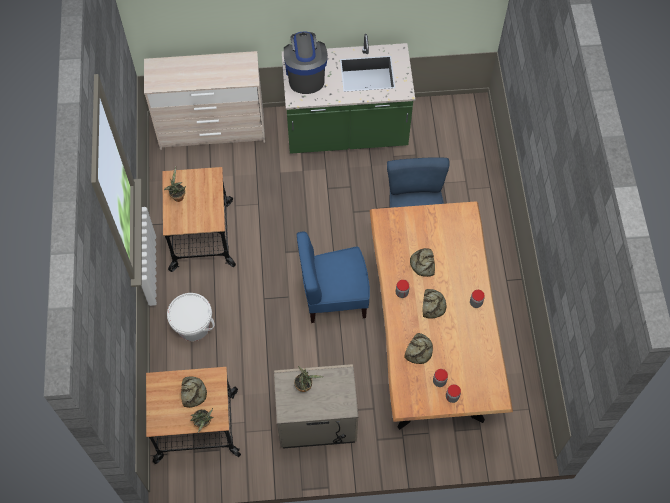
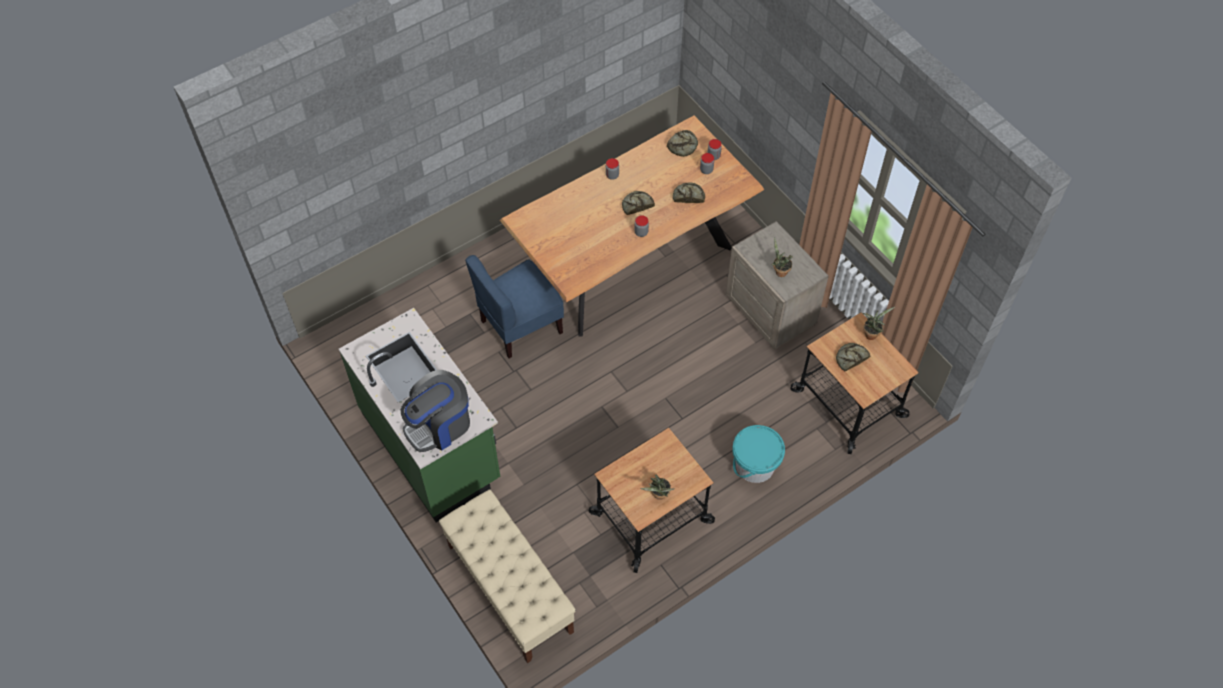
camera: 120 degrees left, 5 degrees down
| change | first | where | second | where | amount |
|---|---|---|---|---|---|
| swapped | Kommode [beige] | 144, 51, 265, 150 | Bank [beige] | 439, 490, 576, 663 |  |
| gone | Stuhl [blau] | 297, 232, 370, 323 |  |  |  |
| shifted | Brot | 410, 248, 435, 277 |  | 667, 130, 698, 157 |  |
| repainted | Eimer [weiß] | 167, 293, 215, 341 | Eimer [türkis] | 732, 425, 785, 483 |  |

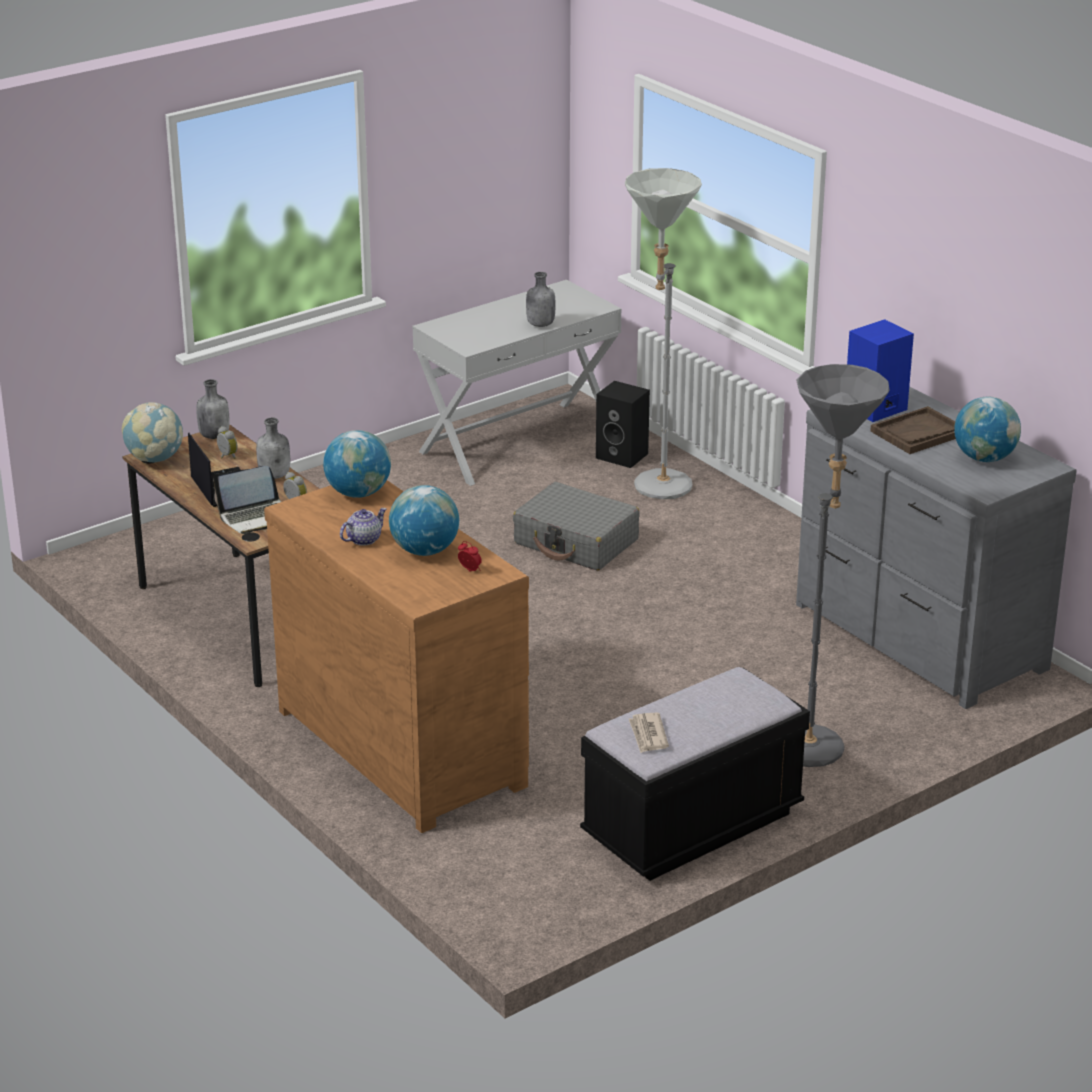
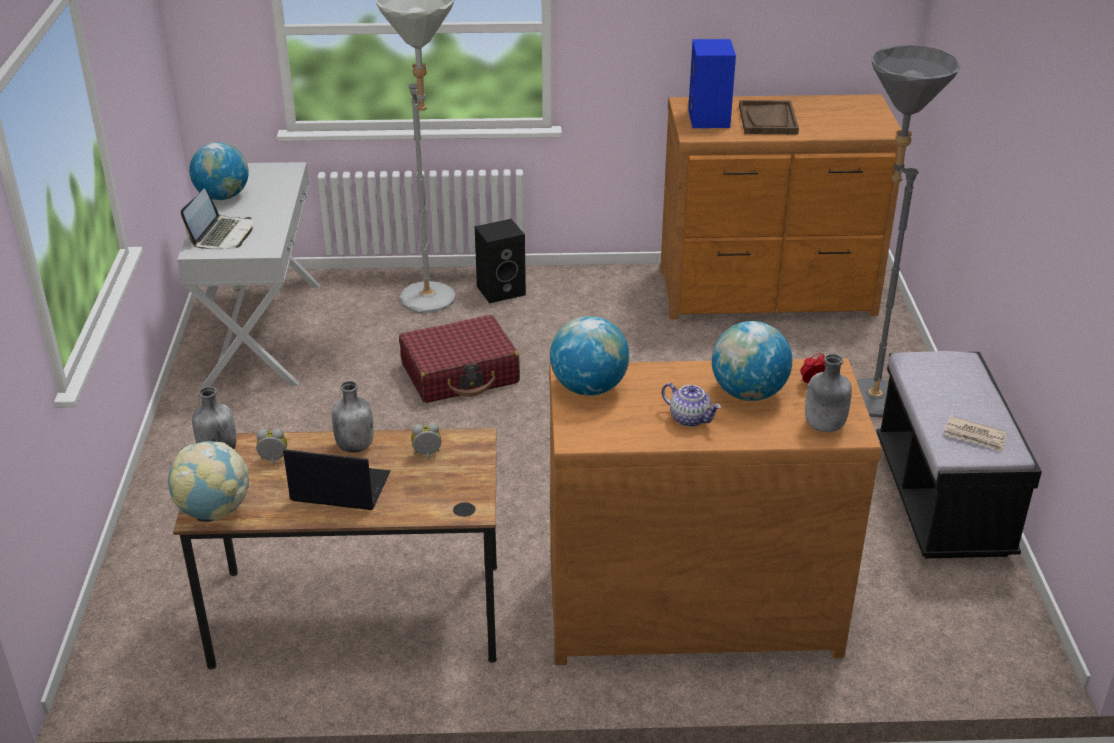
camera: 55 degrees left, 5 degrees up
| change | first | where | second | where | amount |
|---|---|---|---|---|---|
| shifted | Flasche [grau] | 526, 272, 555, 327 |  | 805, 354, 852, 432 |  |
| shifted | Lautsprecher [schwarz] | 596, 381, 650, 468 |  | 475, 219, 526, 303 |  |
| repainted | Kommode [grau] | 796, 387, 1077, 709 | Kommode [braun] | 660, 94, 902, 320 |  |
| shifted | Globus | 954, 397, 1021, 462 |  | 189, 142, 249, 200 |  |
| shifted | Laptop | 213, 466, 282, 534 |  | 181, 189, 252, 249 |  |
| repainted | Koffer [grau] | 513, 482, 640, 571 | Koffer [rot] | 399, 315, 520, 403 |  |
| rotated | Teekanne | 340, 508, 386, 546 |  | 662, 383, 721, 427 | 135 degrees clockwise |

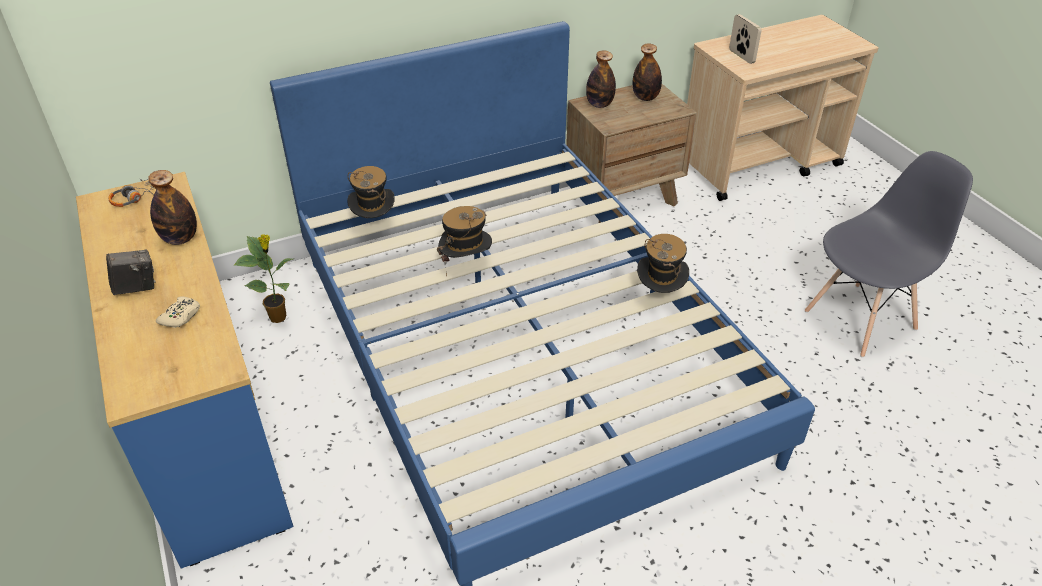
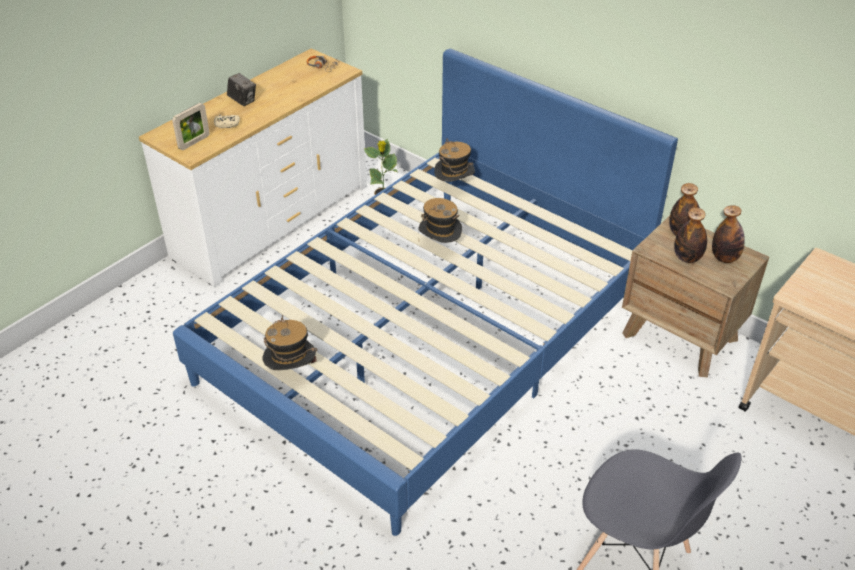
camera: 65 degrees right, 0 degrees up
| change | first | where | second | where | amount |
|---|---|---|---|---|---|
| shifted | Bilderrahmen | 729, 14, 761, 64 |  | 172, 103, 210, 150 |  |
| shifted | Flasche | 148, 170, 197, 245 |  | 674, 208, 707, 263 |  |
| repainted | Kommode [blau] | 76, 172, 294, 569 | Kommode [weiß] | 139, 48, 367, 287 |  |
| shifted | Hut | 637, 234, 689, 293 |  | 263, 315, 317, 370 |  |

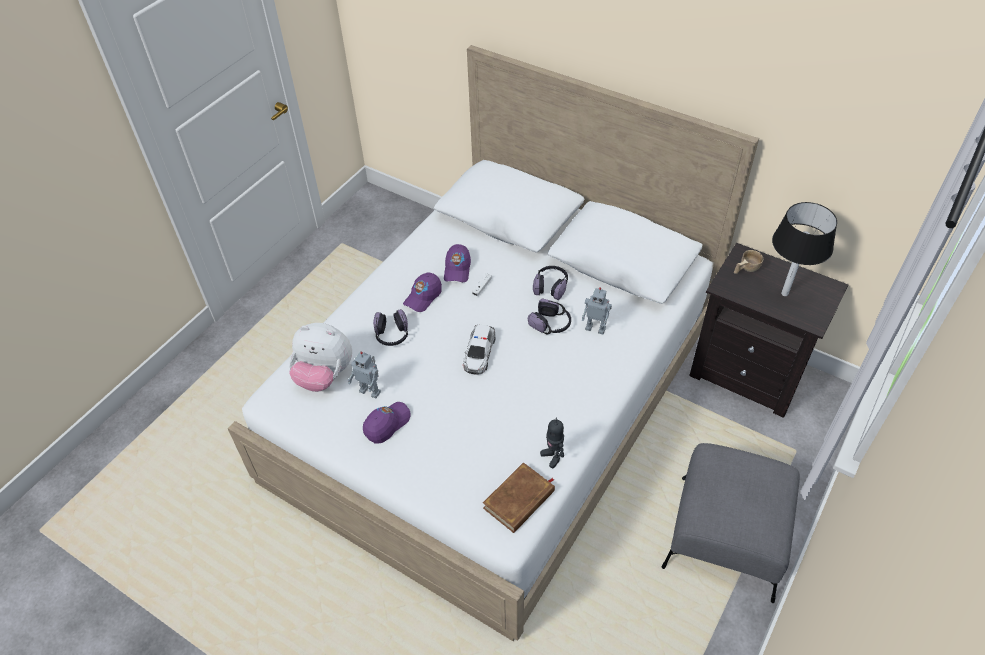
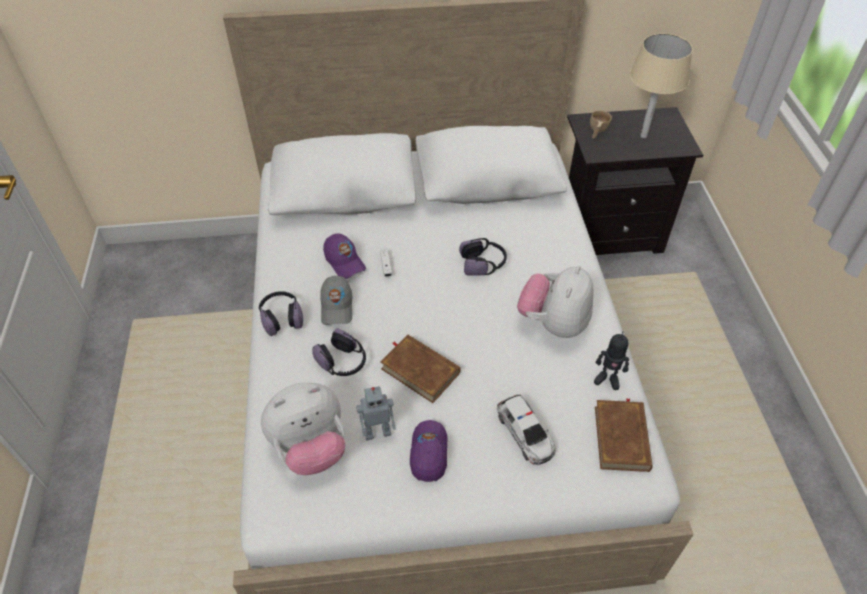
camera: 40 degrees left, 0 degrees up
| change | first | where | second | where | amount |
|---|---|---|---|---|---|
| repainted | Tischlampe [schwarz] | 772, 202, 837, 296 | Tischlampe [beige] | 630, 34, 693, 138 |  |
| shifted | Kopfhörer | 533, 266, 568, 300 |  | 259, 291, 303, 336 |  |
| repainted | Kappe [lila] | 403, 272, 442, 312 | Kappe [grau] | 320, 276, 352, 325 |  |
| gone | Spielzeugroboter | 582, 287, 612, 334 |  |  |  |
| shifted | Spielzeugauto | 463, 325, 496, 375 |  | 497, 395, 556, 465 |  |
| gone | Polsterhocker [grau] | 662, 443, 800, 603 |  |  |  |
| new |  |  | Plüschtier | 517, 266, 594, 338 |  |
| new |  |  | Buch [braun] | 380, 335, 461, 403 |  |

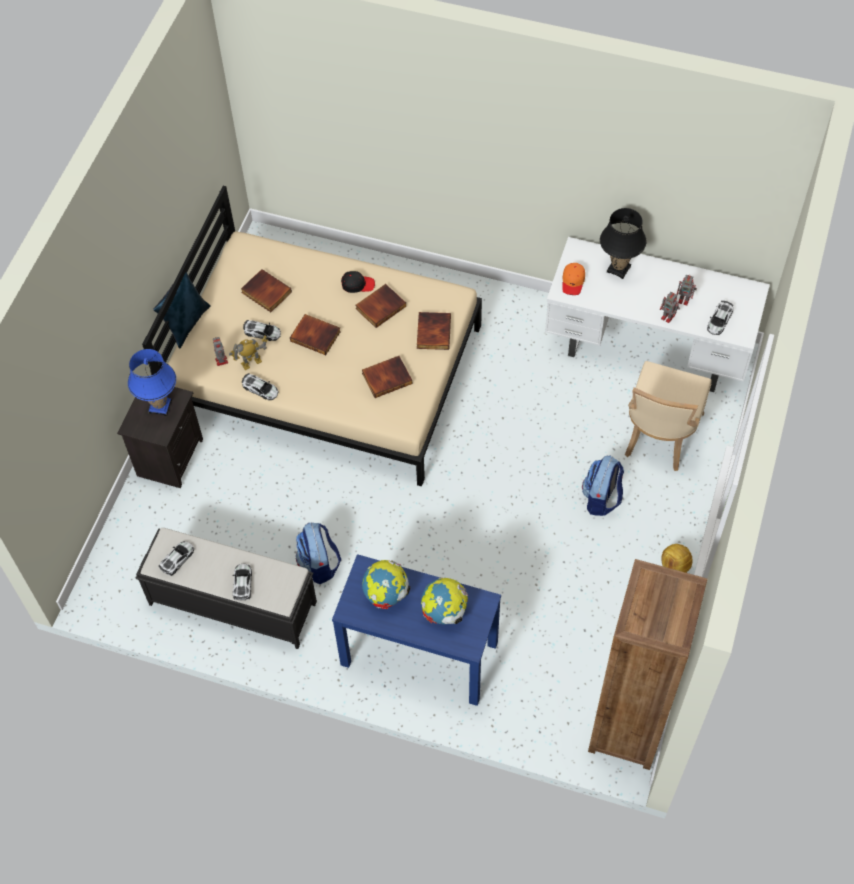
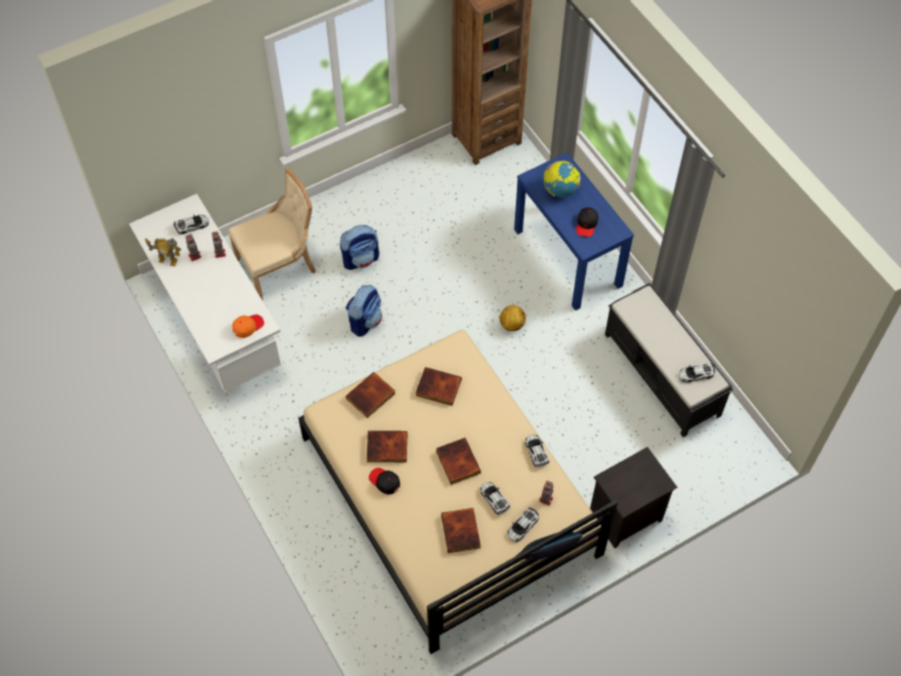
camera: 140 degrees left, 0 degrees up
| change | first | where | second | where | amount |
|---|---|---|---|---|---|
| gone | Tischlampe [schwarz] | 600, 208, 646, 279 |  |  |  |
| shifted | Spielzeugroboter | 229, 336, 268, 370 |  | 145, 238, 181, 266 |  |
| gone | Tischlampe [blau] | 128, 349, 176, 416 |  |  |  |
| shifted | Rucksack | 296, 522, 341, 584 |  | 346, 285, 382, 337 |  |
| shifted | Fußball | 661, 544, 693, 573 |  | 499, 305, 526, 331 |  |
| swapped | Globus | 362, 560, 410, 609 | Kappe [schwarz] | 576, 207, 598, 237 |  |
| shifted | Spielzeugauto | 233, 563, 252, 601 |  | 507, 508, 539, 542 |  |

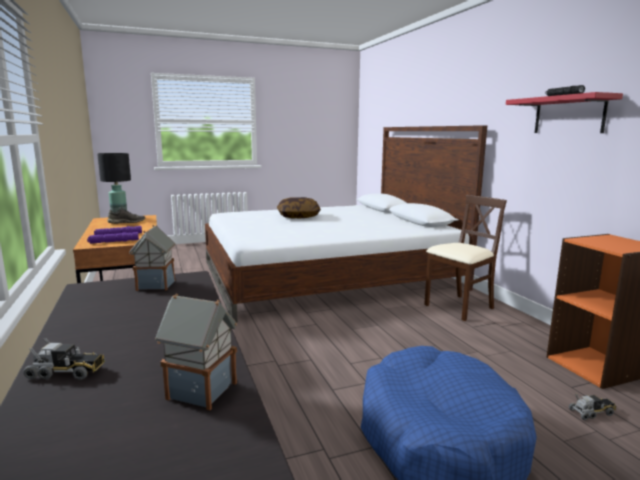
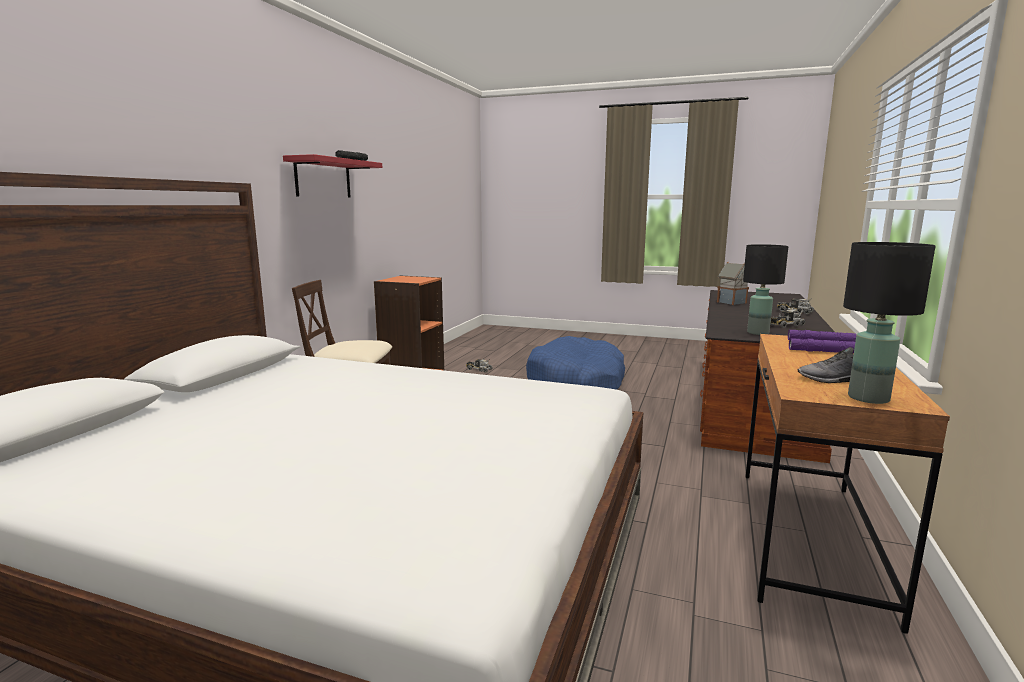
camera: 140 degrees left, 0 degrees up
| change | first | where | second | where | amount |
|---|---|---|---|---|---|
| gone | Kissen | 277, 197, 321, 219 |  |  |  |
| swapped | Spielzeughaus | 129, 225, 176, 291 | Tischlampe [schwarz] | 743, 244, 789, 335 |  |
| new |  |  | Spielzeuglaster | 770, 308, 805, 328 |  |

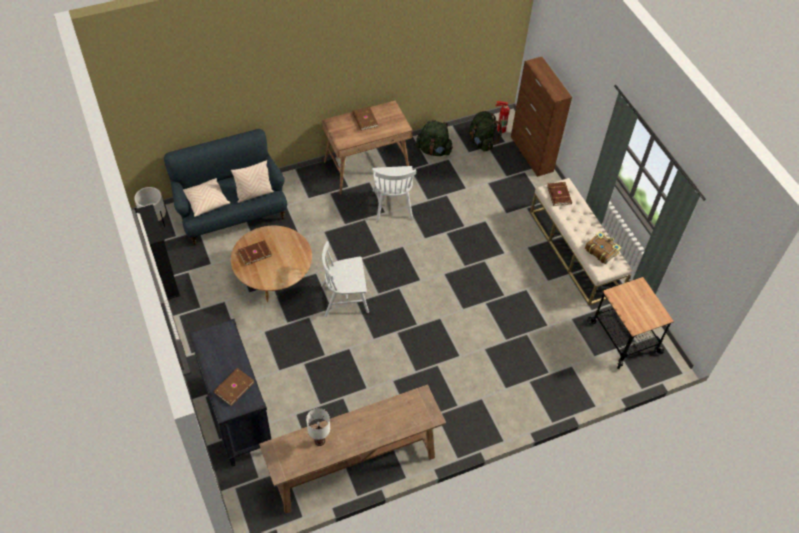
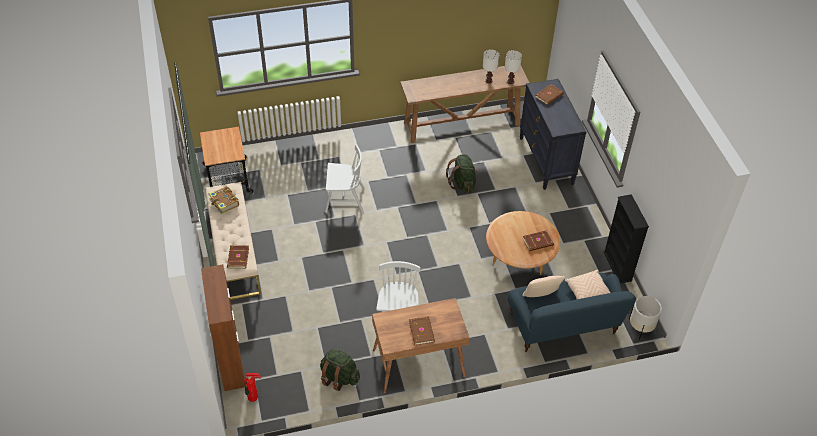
camera: 170 degrees left, 5 degrees down
| change | first | where | second | where | amount |
|---|---|---|---|---|---|
| shifted | Rucksack [grün] | 469, 111, 502, 152 |  | 446, 155, 478, 193 |  |
| shifted | Stuhl [weiß] | 321, 241, 369, 317 |  | 325, 145, 365, 213 |  |
| new |  |  | Tischlampe [weiß] | 505, 50, 522, 84 |  |

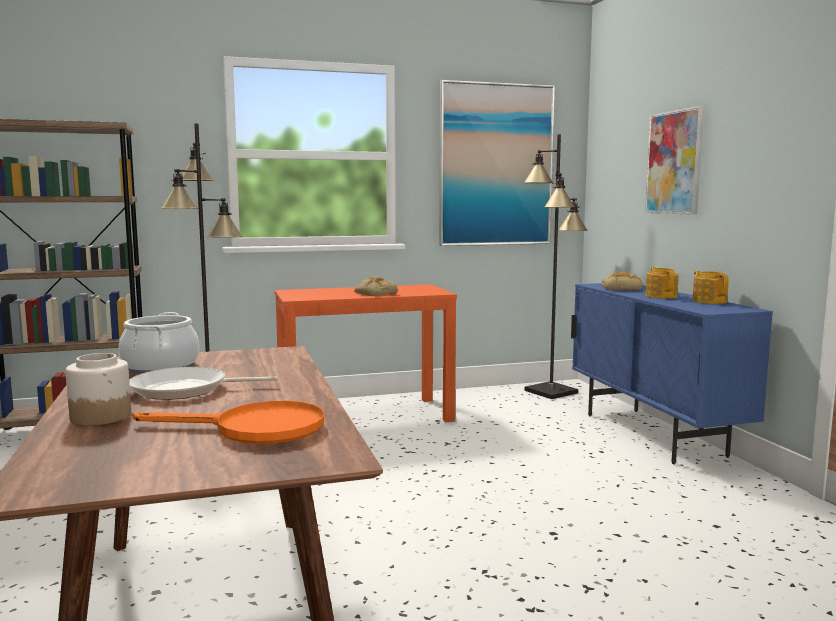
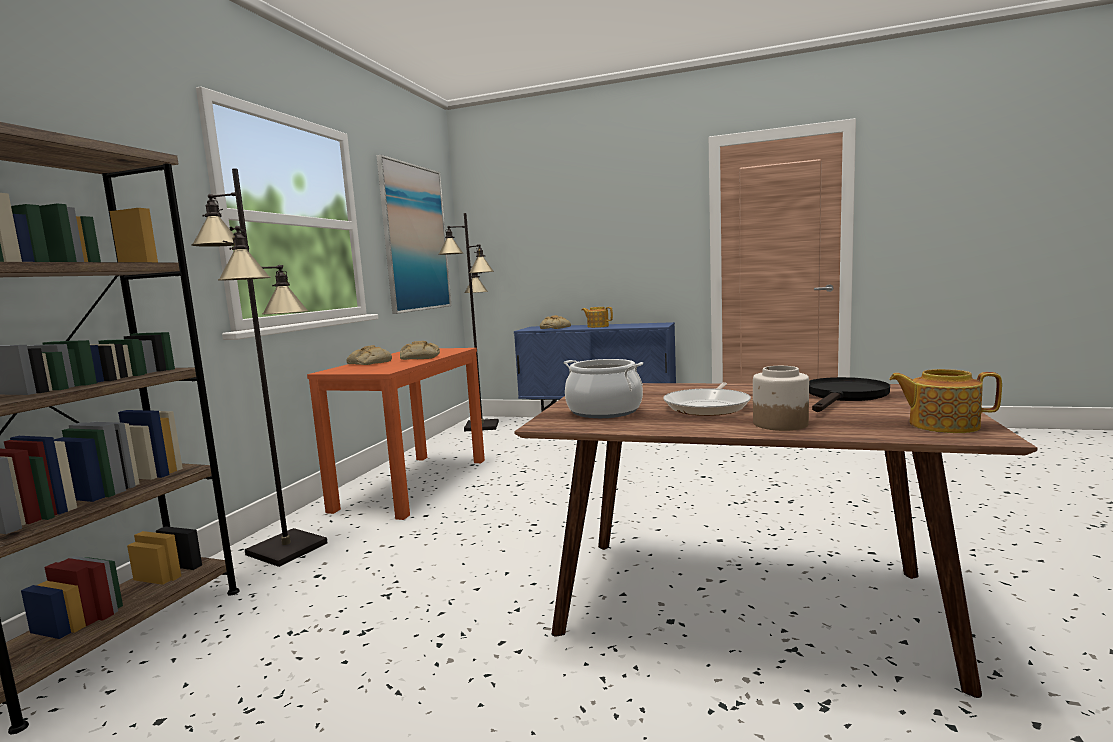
camera: 55 degrees left, 0 degrees up
| change | first | where | second | where | amount |
|---|---|---|---|---|---|
| gone | Bild | 645, 106, 704, 215 |  |  |  |
| shifted | Teekanne | 692, 271, 729, 304 |  | 889, 369, 1002, 433 |  |
| repainted | Pfanne [orange] | 133, 401, 324, 444 | Pfanne [schwarz] | 809, 377, 890, 412 |  |
| new |  |  | Brot | 347, 345, 392, 365 |  |

